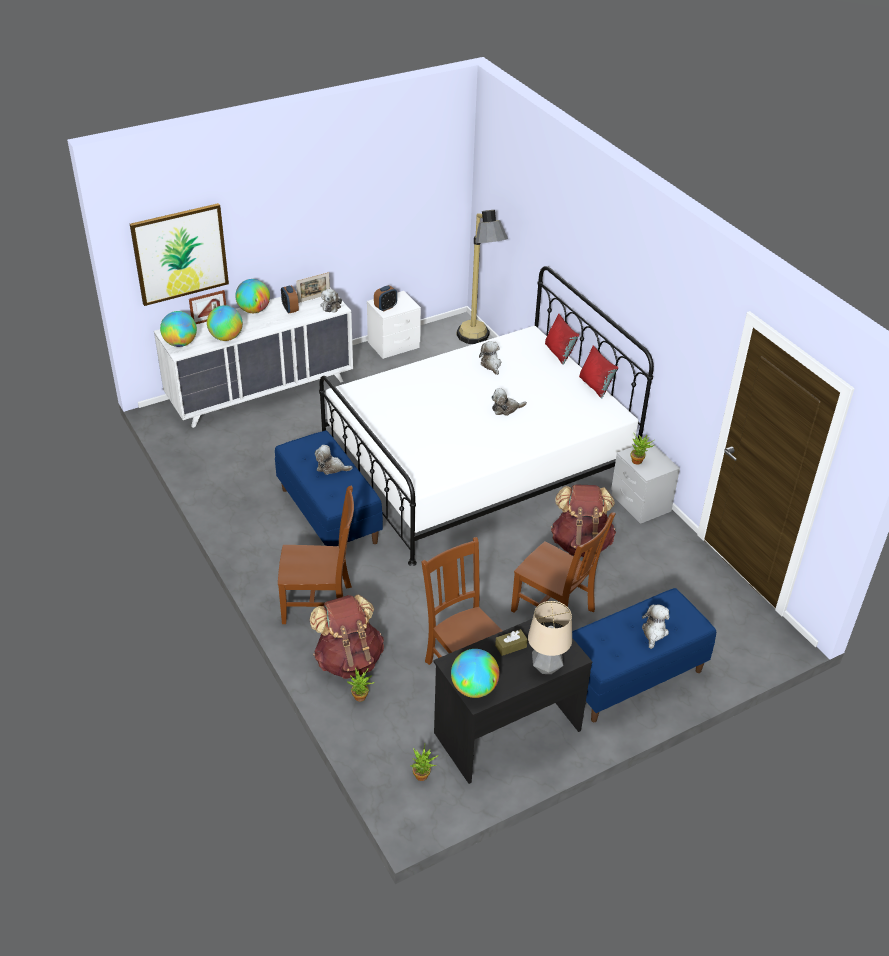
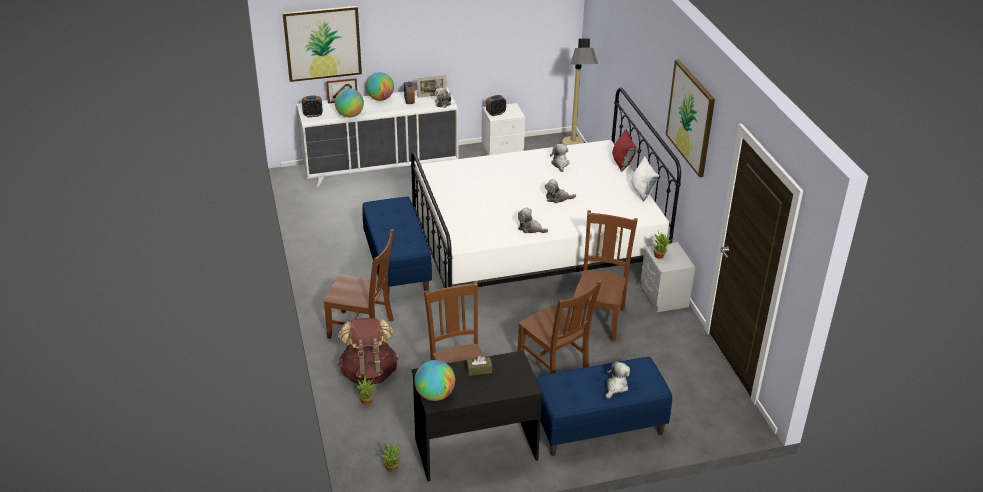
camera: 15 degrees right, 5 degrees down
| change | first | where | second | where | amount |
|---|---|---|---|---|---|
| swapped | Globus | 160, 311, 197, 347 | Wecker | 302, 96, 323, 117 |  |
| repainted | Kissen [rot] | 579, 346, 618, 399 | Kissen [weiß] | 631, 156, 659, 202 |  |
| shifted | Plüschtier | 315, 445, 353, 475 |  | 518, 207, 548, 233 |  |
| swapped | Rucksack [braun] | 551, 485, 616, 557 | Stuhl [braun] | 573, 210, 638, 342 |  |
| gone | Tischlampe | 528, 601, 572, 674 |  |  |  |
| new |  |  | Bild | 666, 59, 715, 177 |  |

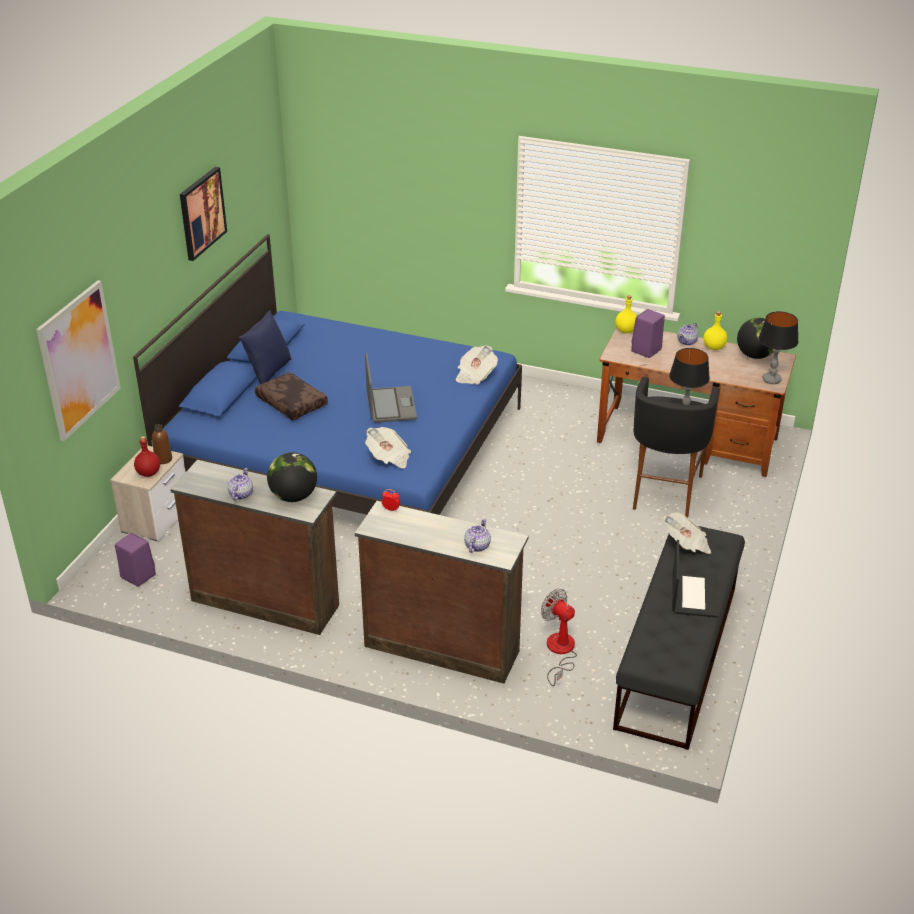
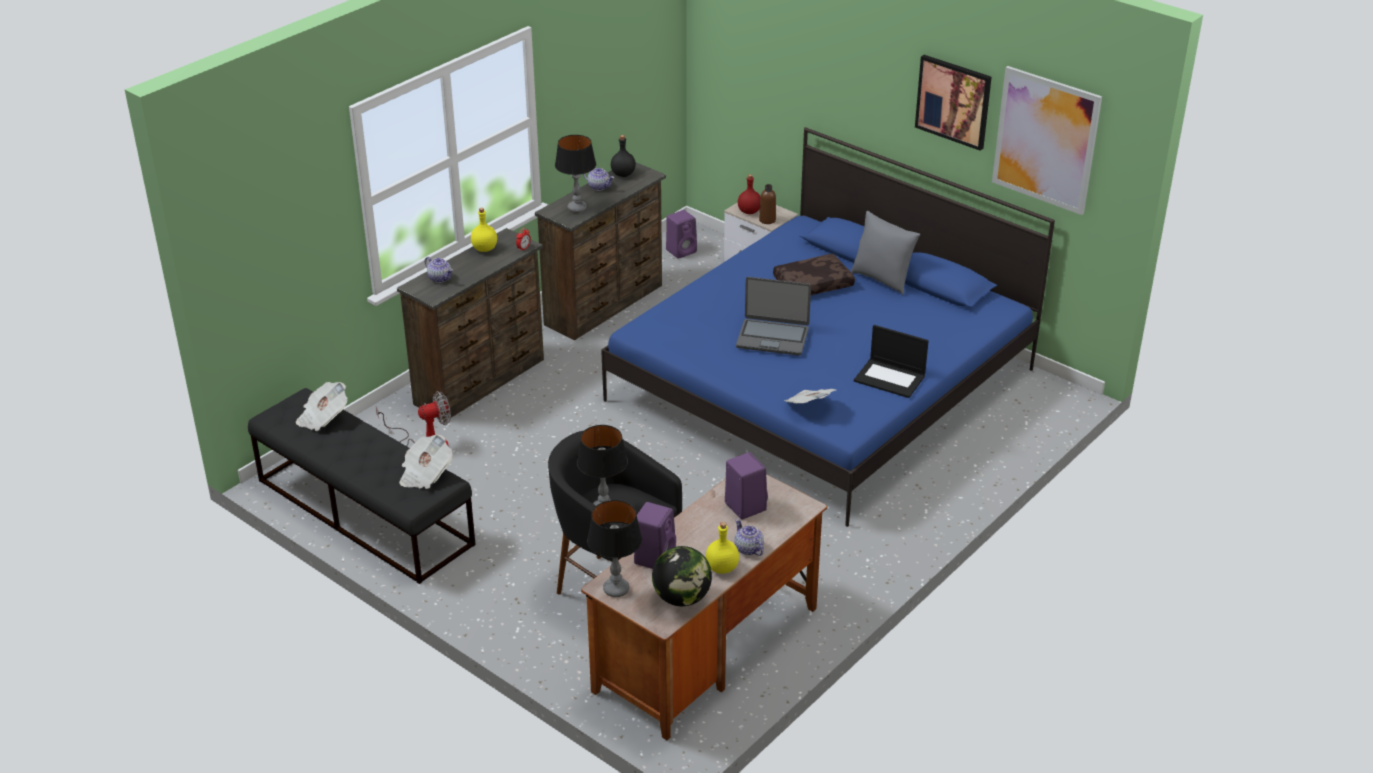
camera: 110 degrees right, 0 degrees up
| change | first | where | second | where | amount |
|---|---|---|---|---|---|
| shifted | Bild | 36, 280, 121, 441 |  | 992, 66, 1102, 215 |  |
| shifted | Flasche [gelb] | 615, 295, 637, 333 |  | 471, 208, 497, 252 |  |
| repainted | Kissen [blau] | 239, 311, 292, 385 | Kissen [grau] | 851, 211, 920, 295 |  |
| shifted | Zeitung | 365, 427, 411, 468 |  | 296, 382, 348, 431 |  |
| swapped | Globus | 267, 452, 317, 502 | Tischlampe | 555, 135, 596, 213 |  |
| shifted | Laptop | 672, 540, 718, 618 |  | 854, 325, 929, 398 |  |
| new |  |  | Flasche [schwarz] | 611, 135, 636, 177 |  |
| new |  |  | Lautsprecher [lila] | 634, 502, 676, 569 |  |

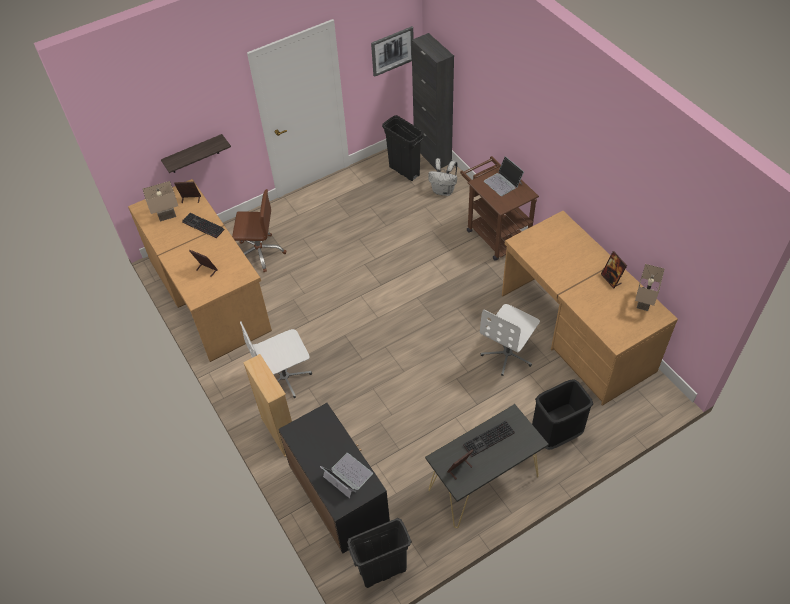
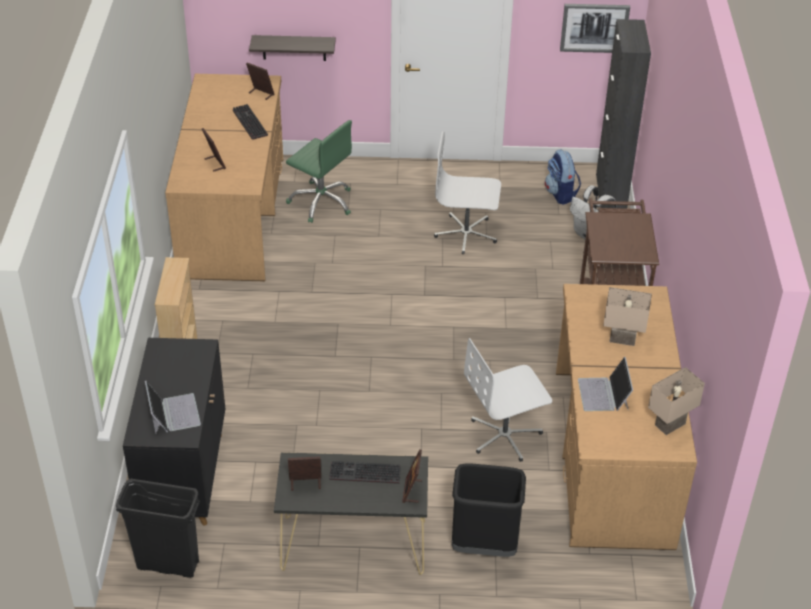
camera: 30 degrees right, 10 degrees down
| change | first | where | second | where | amount |
|---|---|---|---|---|---|
| swapped | Mülleimer [schwarz] | 382, 115, 424, 181 | Rucksack | 545, 149, 581, 205 |  |
| shifted | Laptop | 484, 156, 524, 196 |  | 578, 357, 633, 411 |  |
| shifted | Tischlampe [beige] | 143, 181, 178, 221 |  | 603, 287, 652, 346 |  |
| repainted | Bürostuhl [braun] | 232, 189, 286, 272 | Bürostuhl [grün] | 286, 120, 352, 223 |  |
| shifted | Bilderrahmen | 601, 251, 627, 289 |  | 402, 449, 422, 503 |  |
| shifted | Bürostuhl [weiß] | 240, 321, 312, 398 |  | 434, 131, 501, 254 |  |

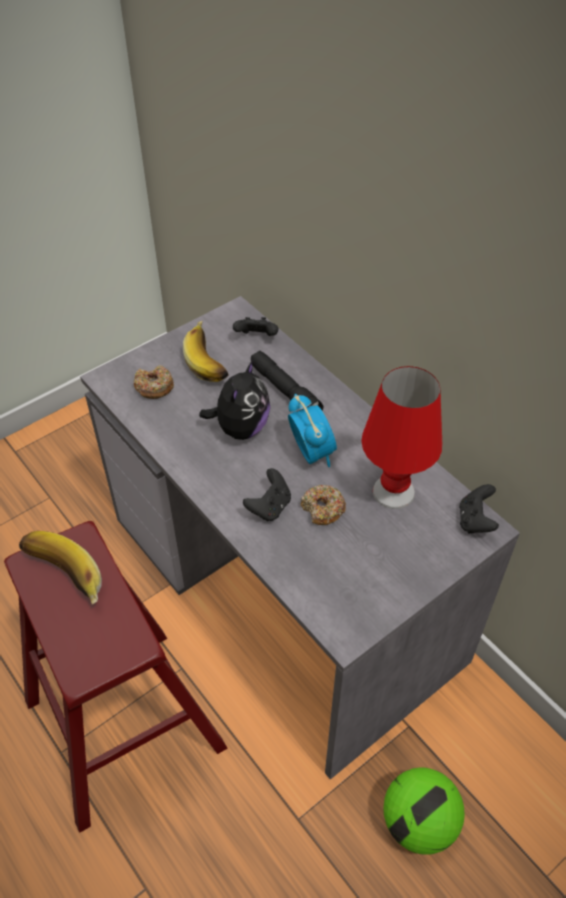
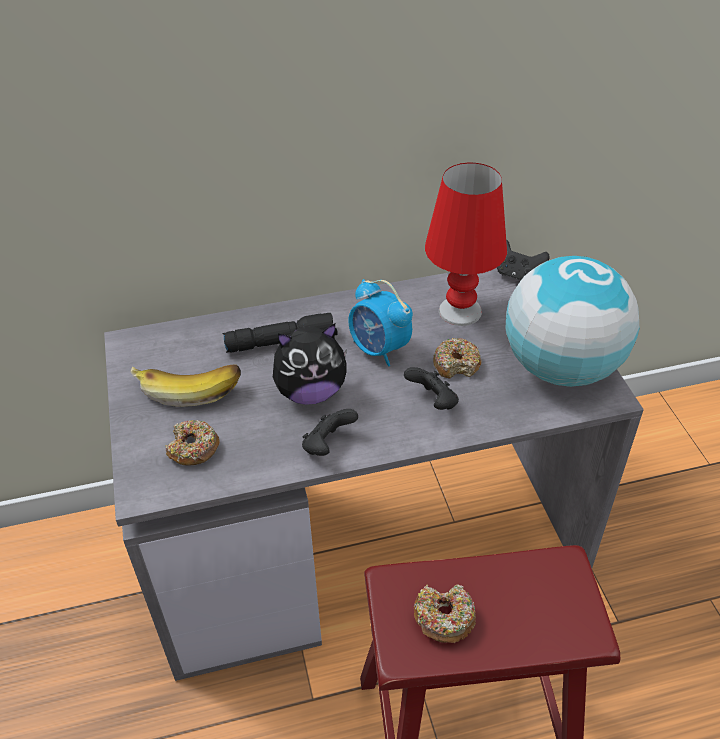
camera: 65 degrees left, 5 degrees down
| change | first | where | second | where | amount |
|---|---|---|---|---|---|
| shifted | Gamepad [schwarz] | 233, 317, 278, 336 |  | 302, 409, 358, 456 |  |
| rotated | Plüschtier | 199, 360, 270, 440 |  | 273, 323, 347, 405 | 120 degrees clockwise |
| rotated | Wecker | 288, 394, 337, 467 |  | 348, 279, 413, 366 | 135 degrees counterclockwise |
| swapped | Banane | 19, 531, 102, 604 | Donut | 414, 584, 476, 643 |  |
| gone | Fußball | 383, 767, 465, 855 |  |  |  |
| new |  |  | Globus | 506, 256, 639, 387 |  |

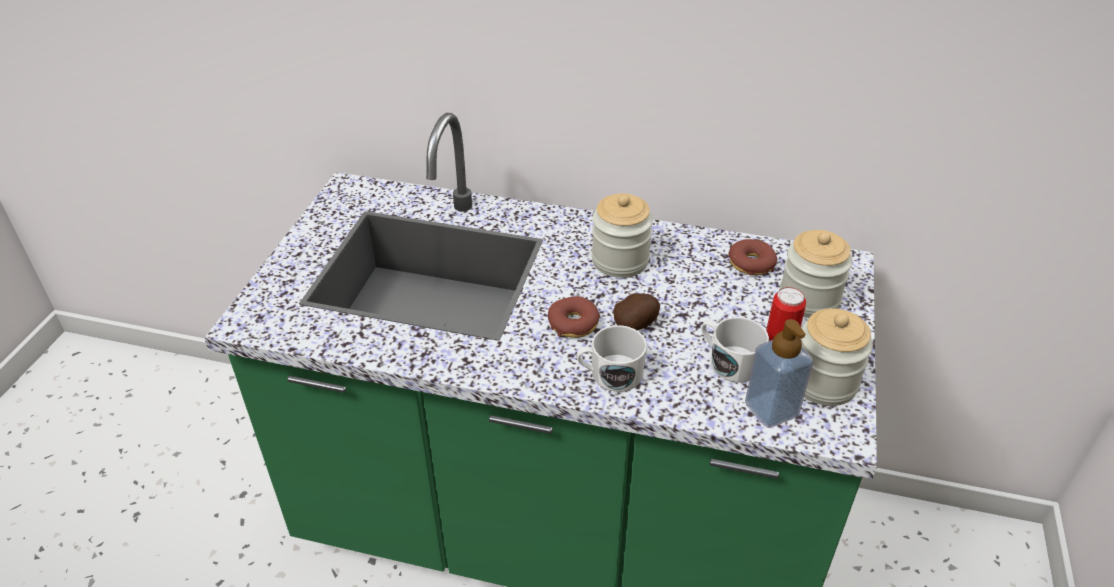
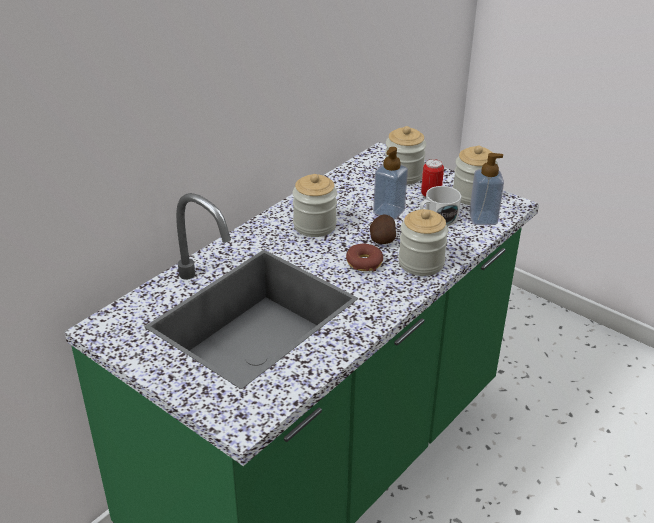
camera: 65 degrees left, 5 degrees down
| change | first | where | second | where | amount |
|---|---|---|---|---|---|
| gone | Donut | 728, 239, 777, 275 |  |  |  |
| swapped | Henkelbecher [weiß] | 577, 325, 647, 392 | Vorratsglas | 398, 209, 448, 276 |  |
| new |  |  | Seifenspender | 373, 147, 408, 220 |  |

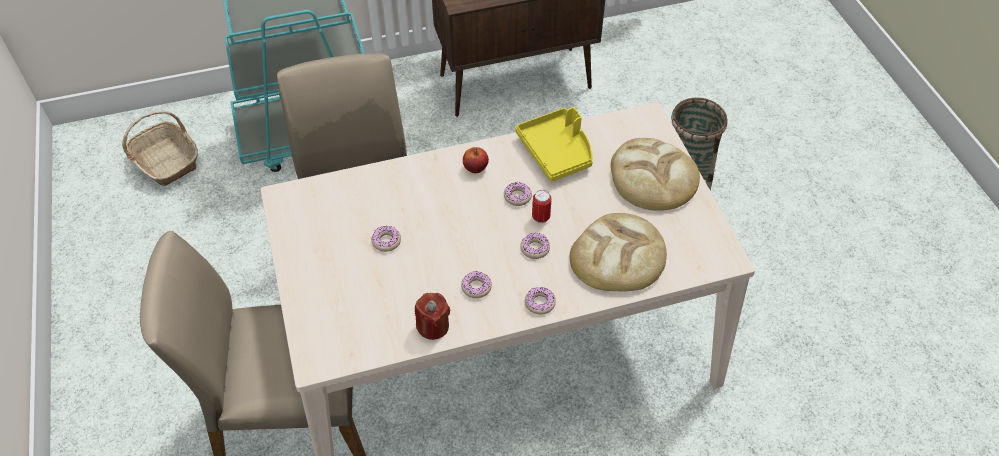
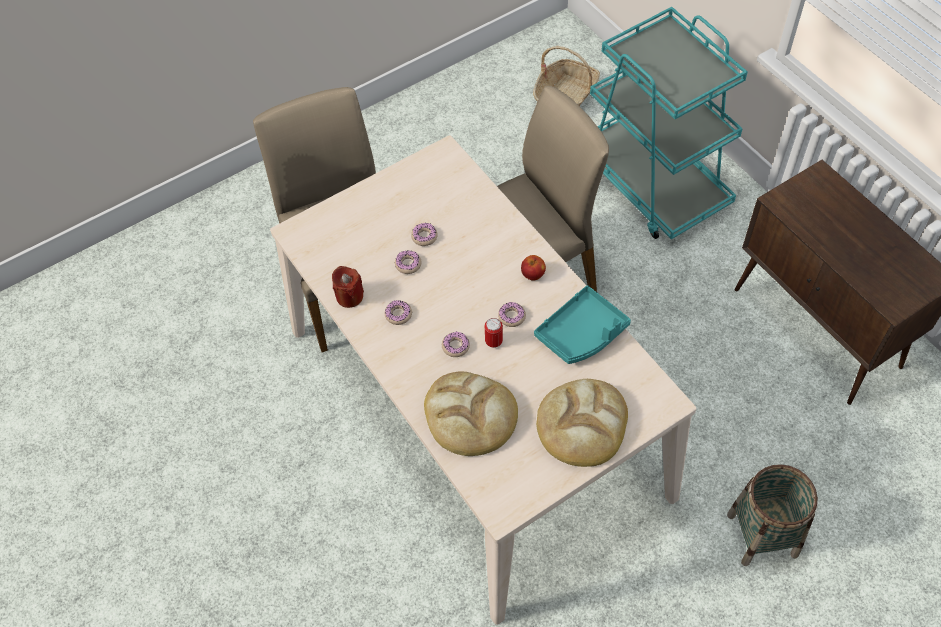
camera: 75 degrees right, 5 degrees up
| change | first | where | second | where | amount |
|---|---|---|---|---|---|
| repainted | Tablett [gelb] | 515, 107, 593, 182 | Tablett [türkis] | 534, 285, 631, 364 |  |
| shifted | Donut | 525, 287, 556, 315 |  | 395, 251, 421, 274 |  |

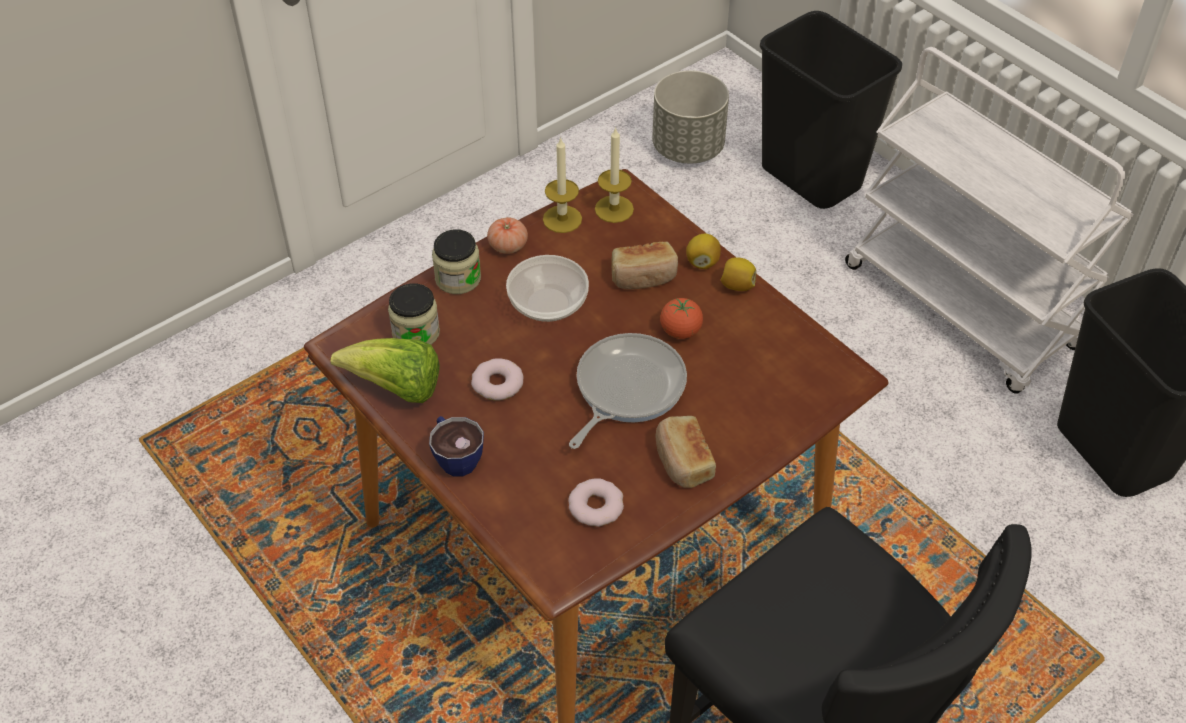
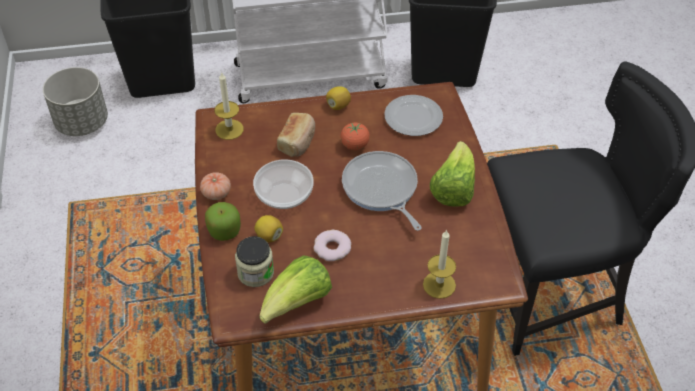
camera: 60 degrees left, 0 degrees up
| change | first | where | second | where | amount |
|---|---|---|---|---|---|
| shifted | Kerze | 543, 137, 582, 233 |  | 423, 229, 456, 299 |  |
| swapped | Vorratsglas | 432, 229, 481, 294 | Apfel | 205, 202, 241, 241 |  |
| shifted | Zitrone | 686, 233, 721, 269 |  | 254, 215, 283, 242 |  |
| gone | Tasse | 429, 416, 484, 477 |  |  |  |
| swapped | Brot | 656, 416, 716, 488 | Salatkopf | 430, 141, 475, 207 |  |
| gone | Donut | 568, 478, 624, 527 |  |  |  |
| new |  |  | Teller | 384, 95, 443, 136 |  |

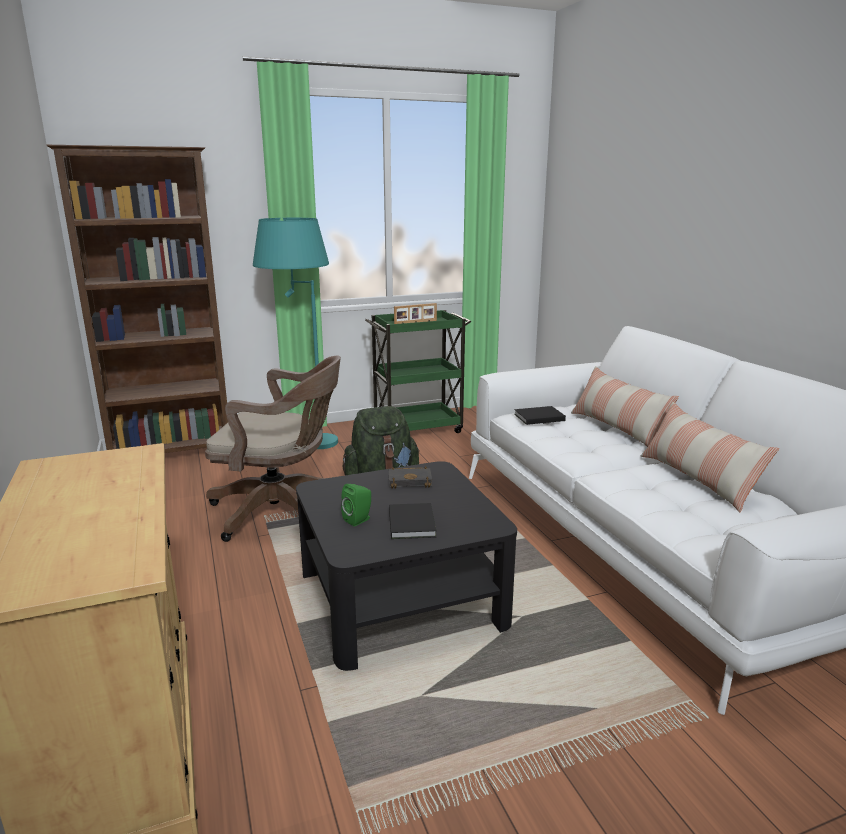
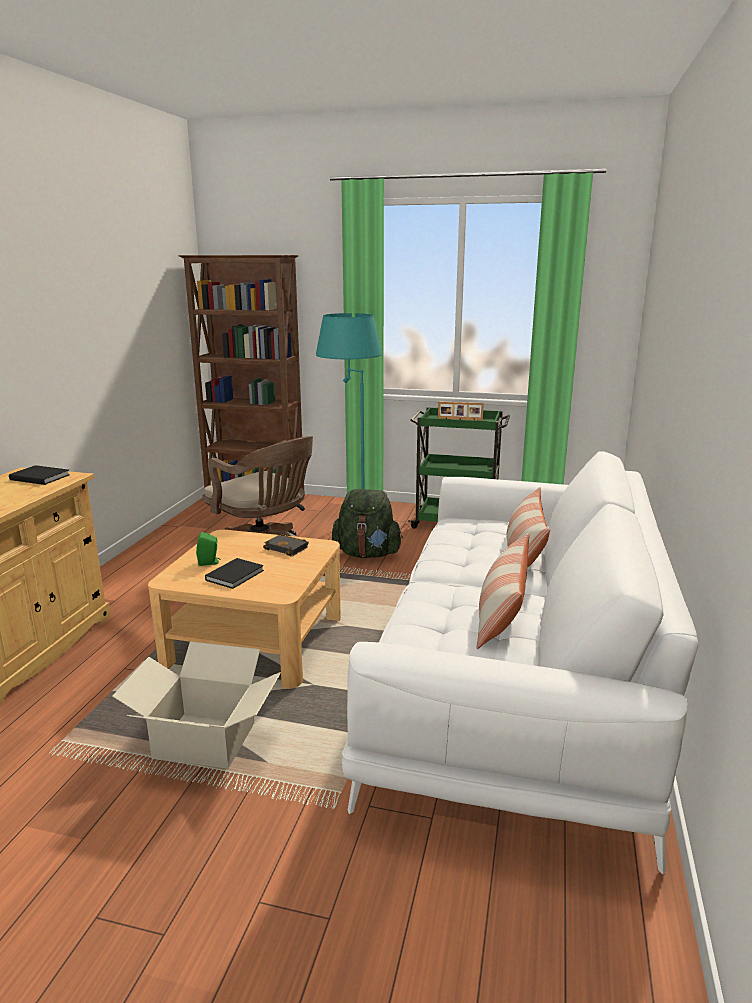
camera: 35 degrees right, 0 degrees up
| change | first | where | second | where | amount |
|---|---|---|---|---|---|
| shifted | Buch [schwarz] | 514, 406, 566, 425 |  | 9, 465, 70, 485 |  |
| repainted | Couchtisch [schwarz] | 296, 461, 517, 671 | Couchtisch [beige] | 148, 530, 341, 689 |  |
| new |  |  | Karton | 112, 642, 281, 769 |  |

